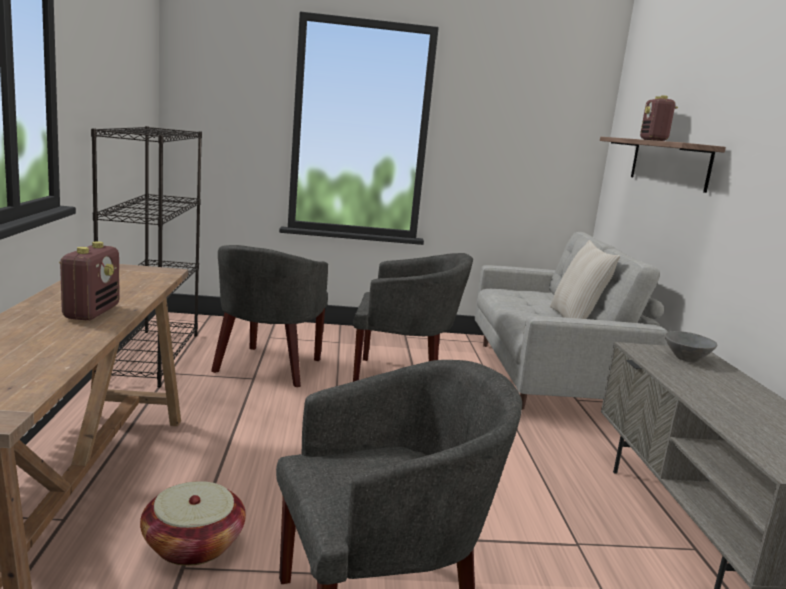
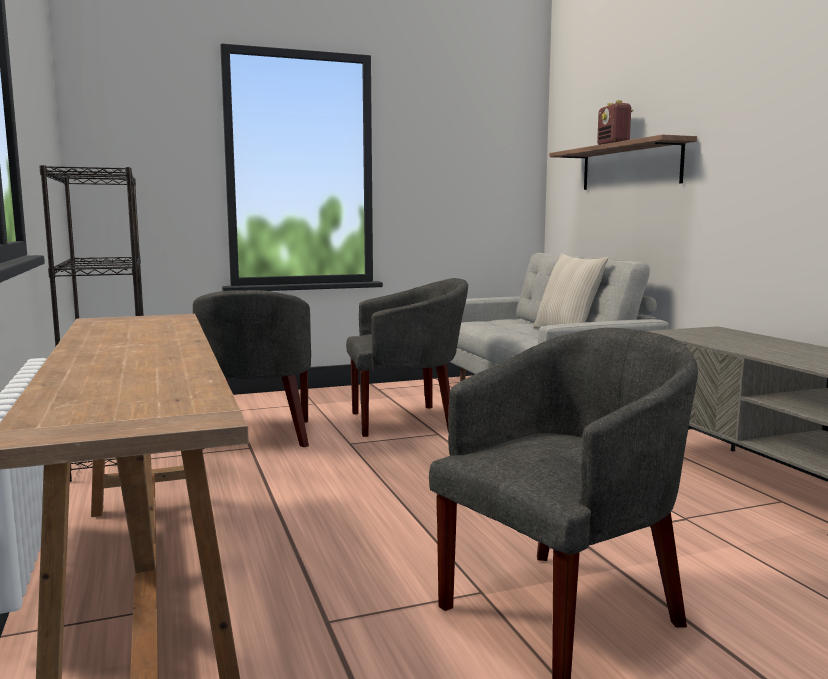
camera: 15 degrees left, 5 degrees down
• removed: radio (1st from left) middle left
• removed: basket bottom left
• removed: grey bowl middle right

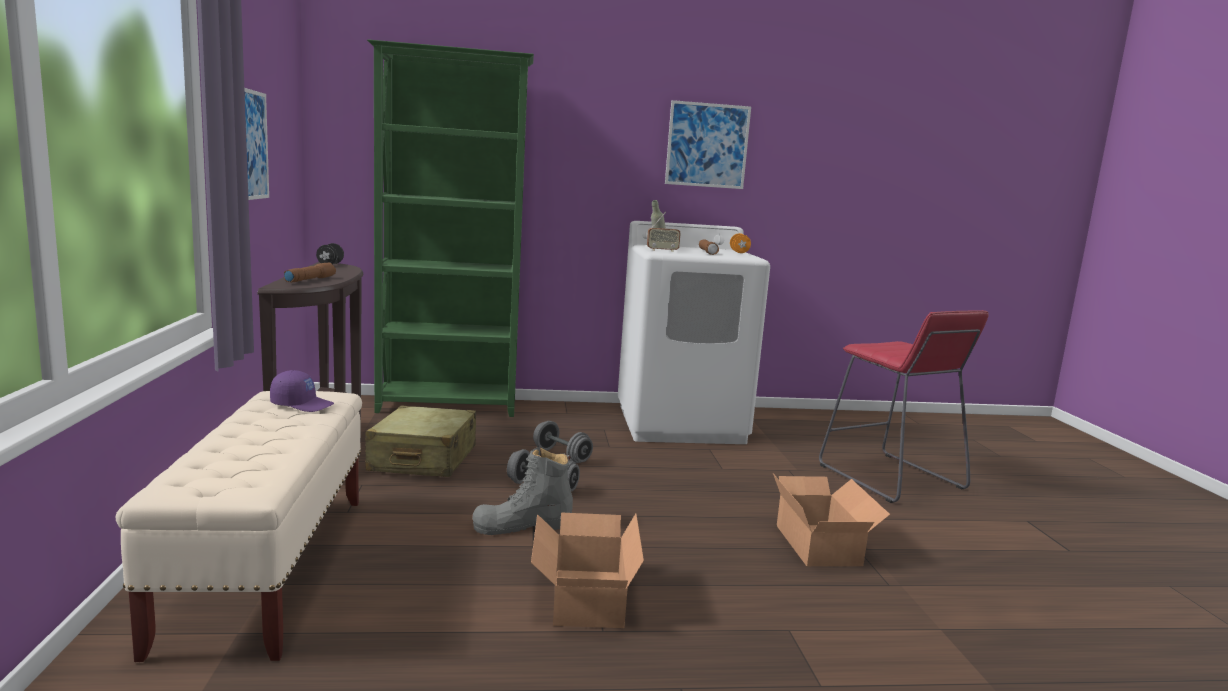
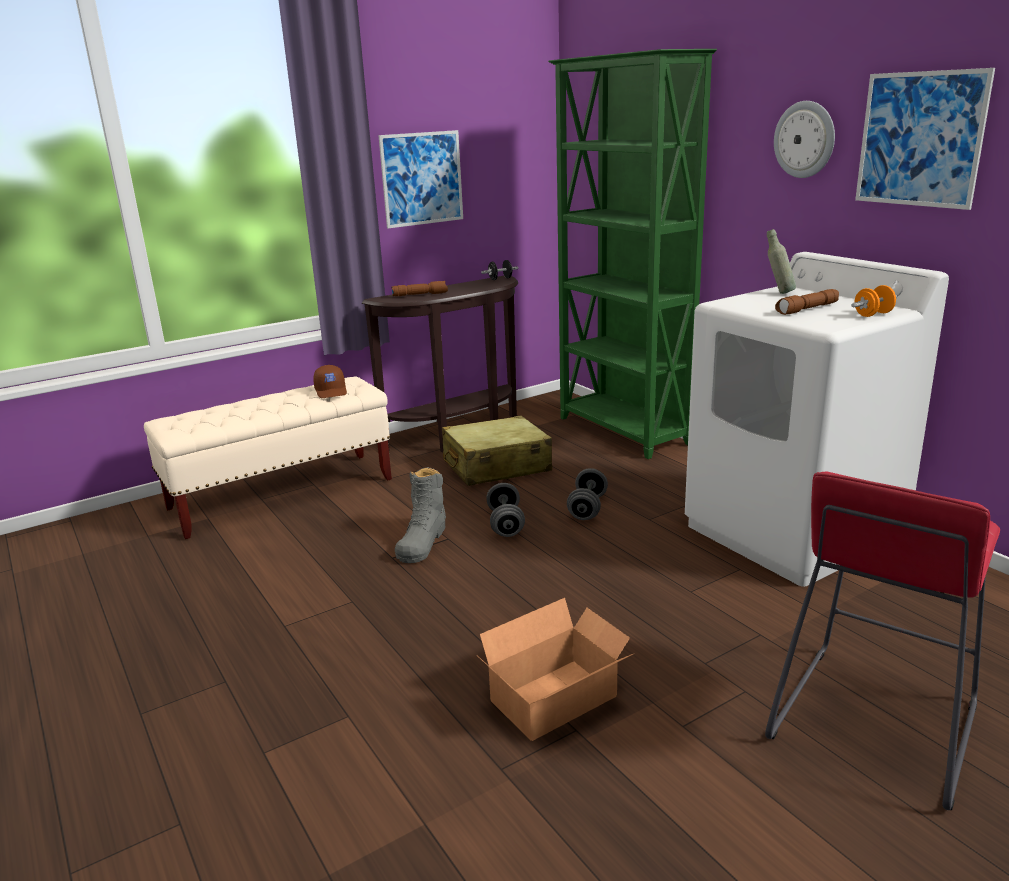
camera: 65 degrees right, 10 degrees up
• removed: cardboard box (1st from left) bottom centre
• removed: radio centre
• added: wall clock top right
• recoloured: purple cap middle left to brown cap middle left
• turned: grey boot bottom centre = centre 120 degrees counterclockwise

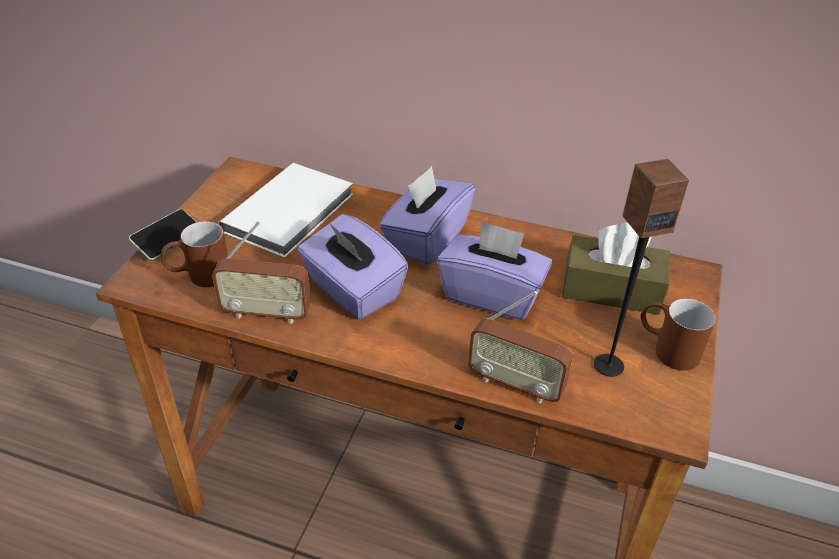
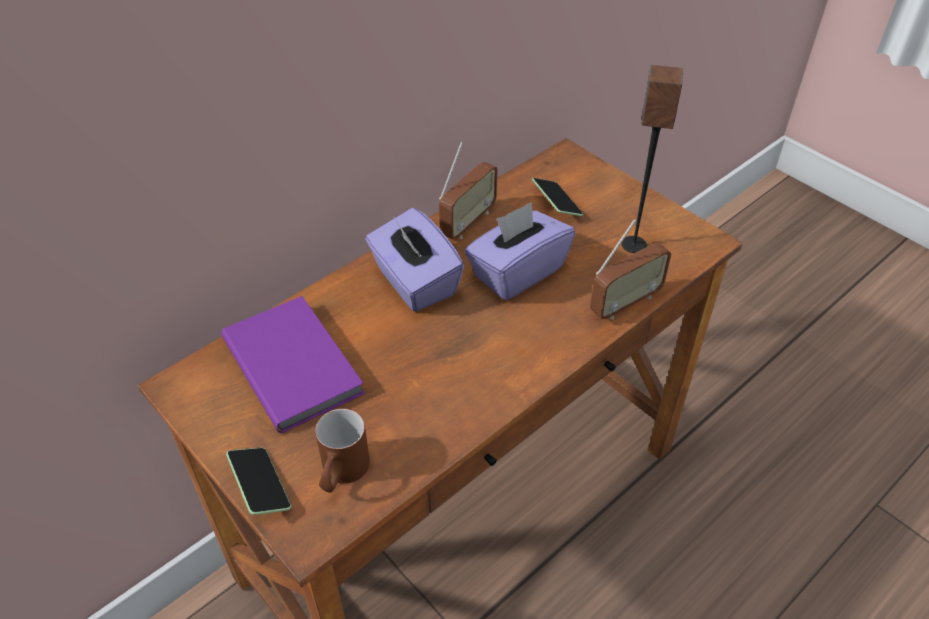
camera: 60 degrees left, 5 degrees up
• removed: purple tissue box (1st from left) centre
• removed: brown mug (2nd from left) middle right
• moved: radio (1st from left) middle left to top centre
• replaced: brown tissue box middle right to phone (2nd from left) top centre
• recoloured: white book centre to purple book middle left

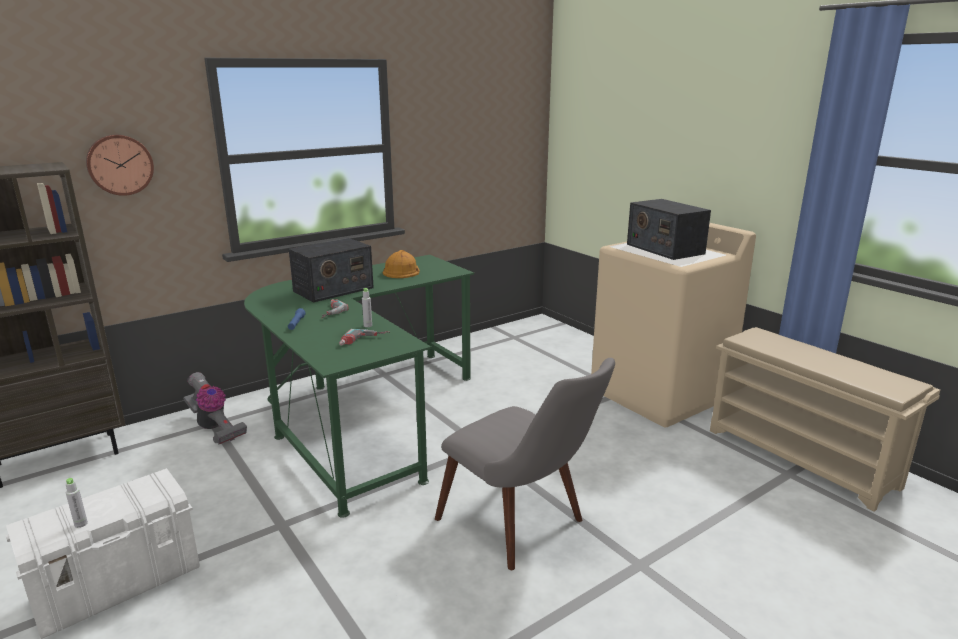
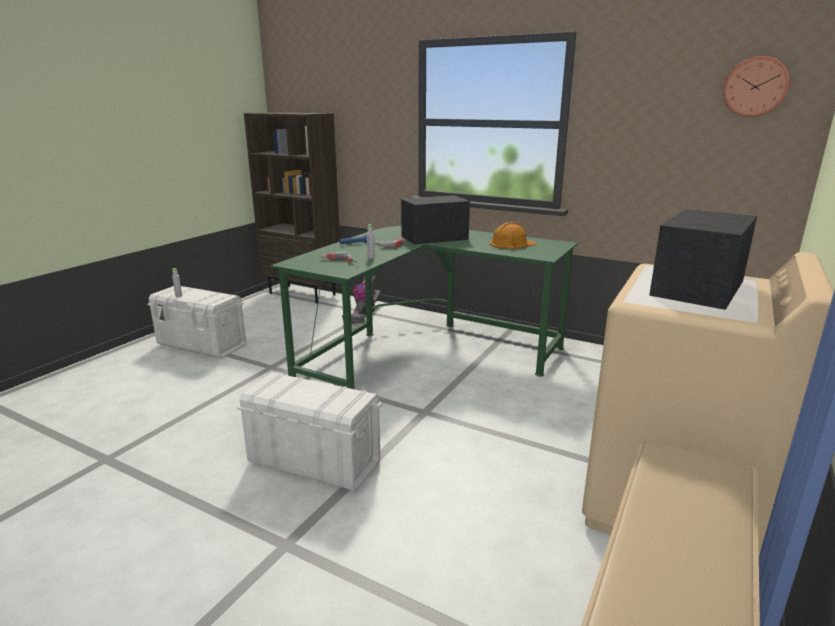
camera: 65 degrees right, 0 degrees up
• moved: wall clock top left to top right
• replaced: grey chair bottom centre to white storage box (2nd from left) bottom centre
• turned: radio (1st from left) centre = centre 135 degrees clockwise

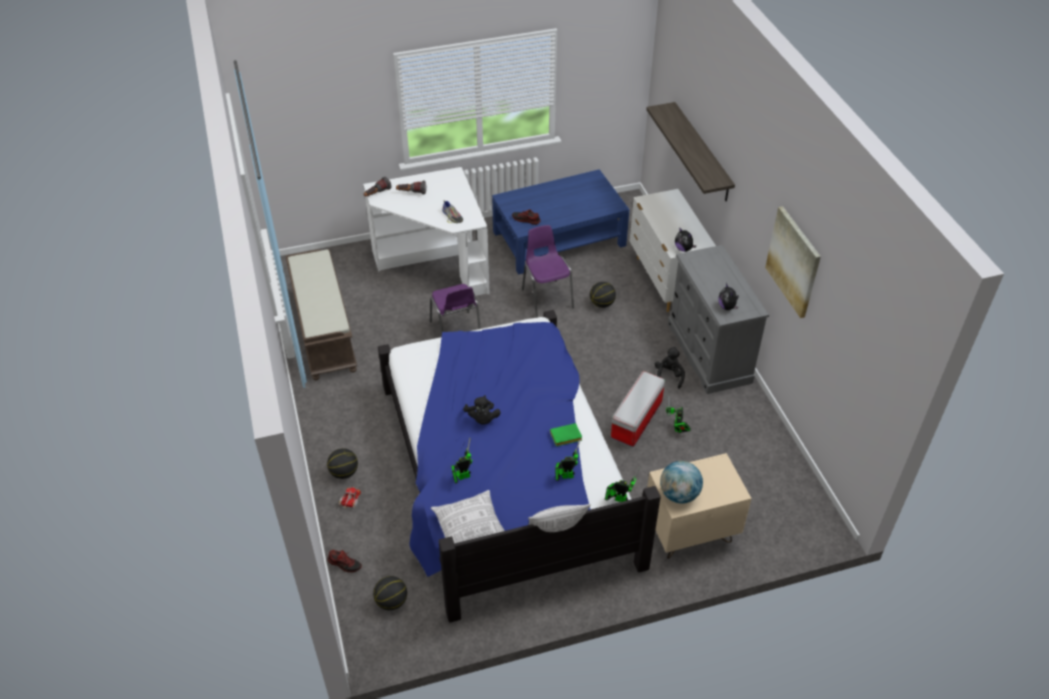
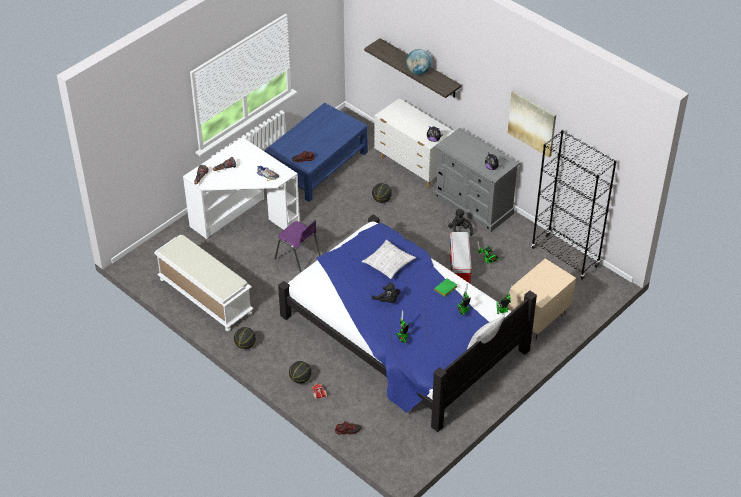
camera: 30 degrees left, 0 degrees up
• removed: purple chair (2nd from left) centre
• added: black bookcase middle right
• moved: basketball (2nd from left in the first image) bottom centre to basketball (1st from left) bottom left
• moved: pillow (1st from left) bottom centre to centre
• moved: globe bottom centre to top centre
• recoloured: brown bench middle left to white bench middle left

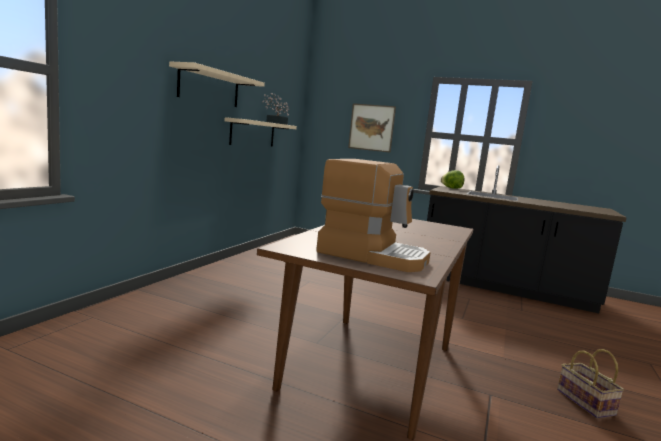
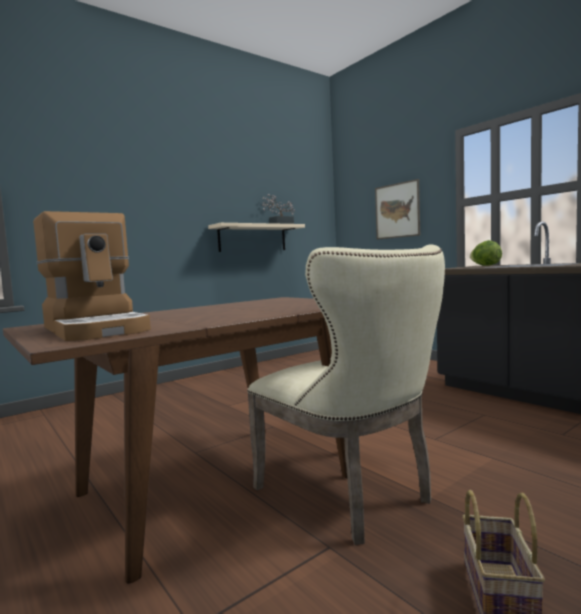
camera: 30 degrees right, 5 degrees down
• removed: beige shelf (1st from left) top left
• added: beige chair centre

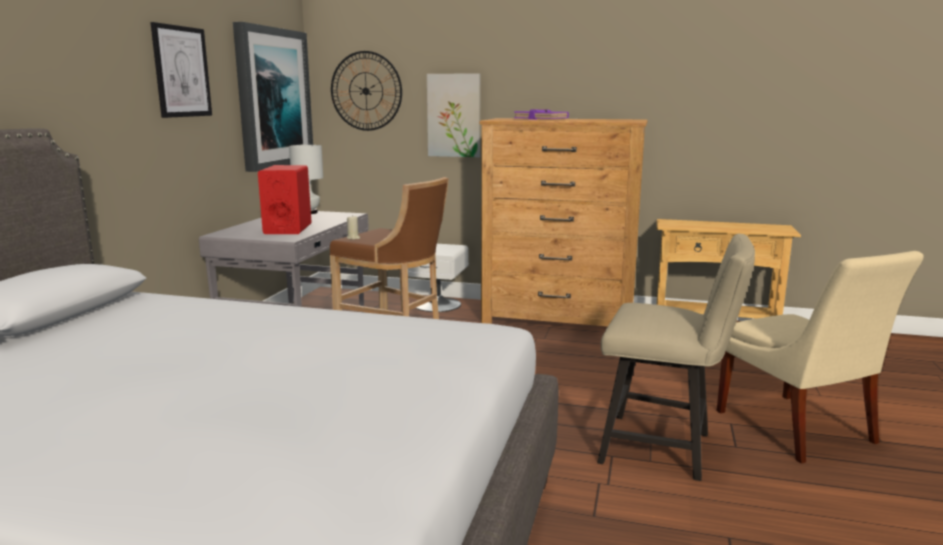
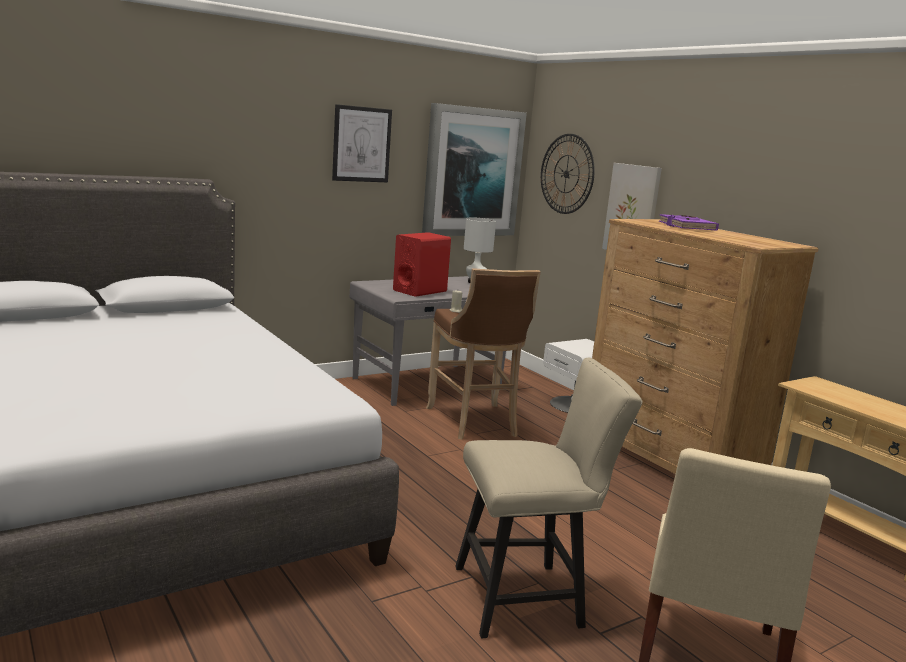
camera: 40 degrees right, 0 degrees up
• turned: beige chair (1st from left) middle right = bottom centre 75 degrees counterclockwise

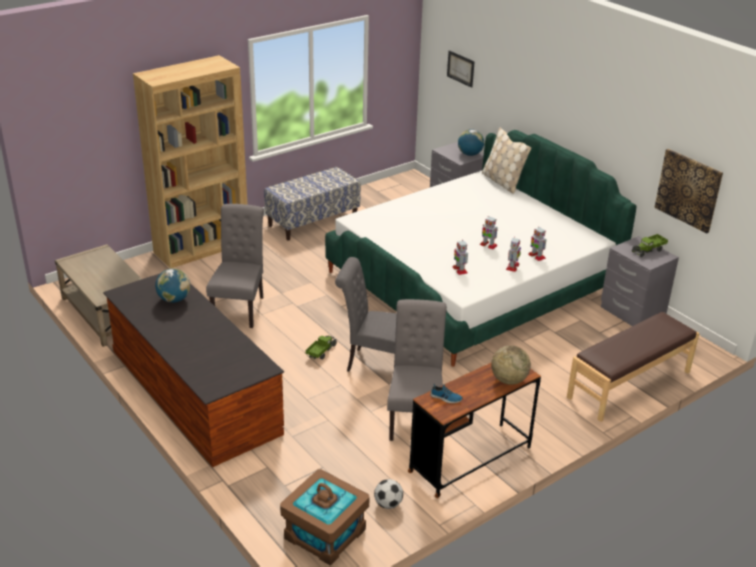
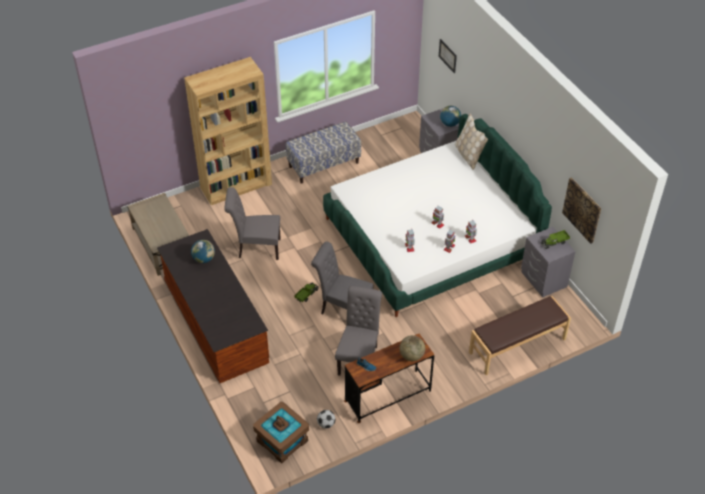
camera: 10 degrees right, 15 degrees up
• turned: grey chair (1st from left) middle left = centre 105 degrees counterclockwise

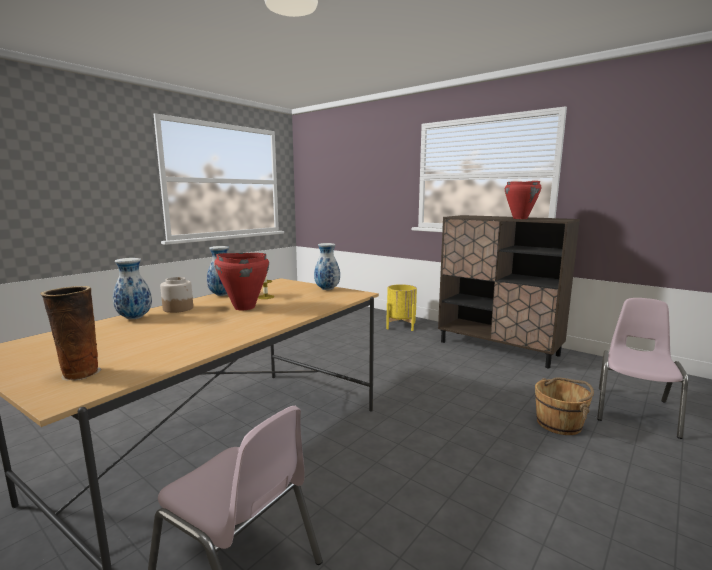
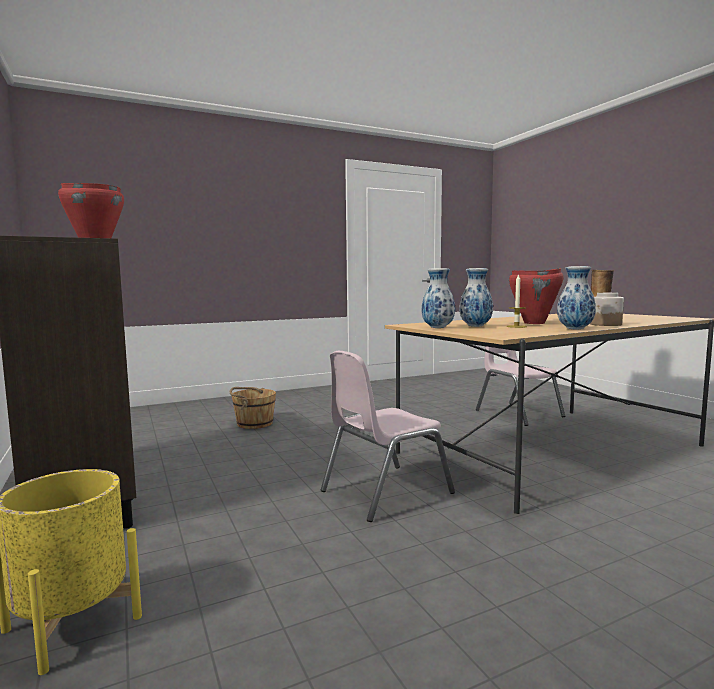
camera: 155 degrees left, 5 degrees down
• moved: vase (2nd from left) middle left to middle right
• moved: pink chair (2nd from left in the first image) middle right to pink chair (1st from left) centre

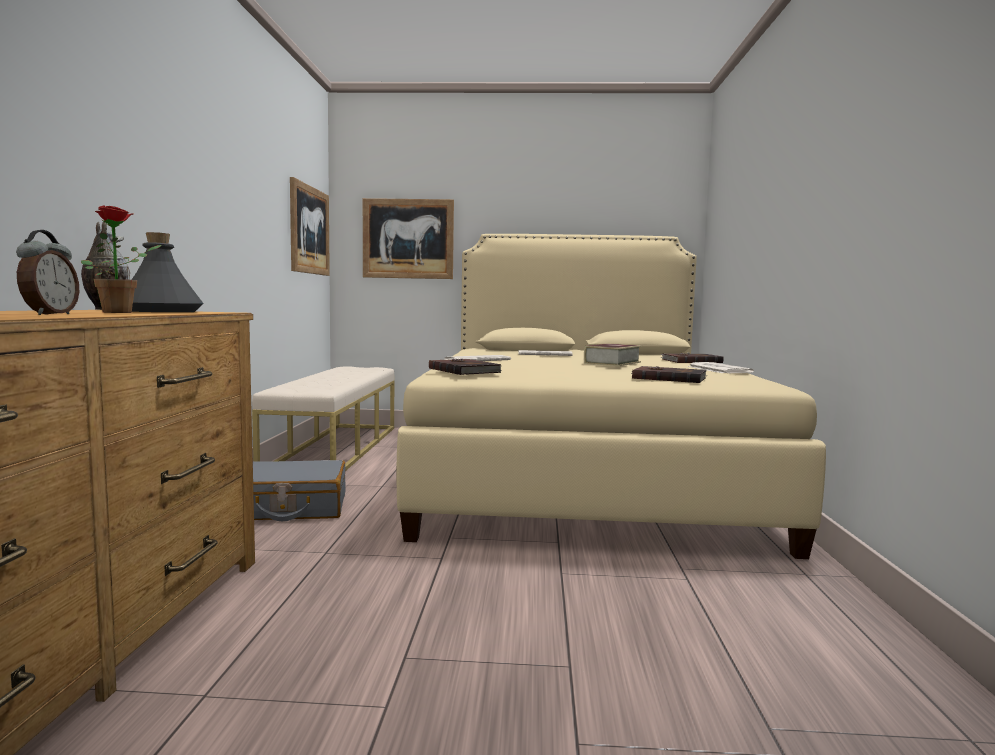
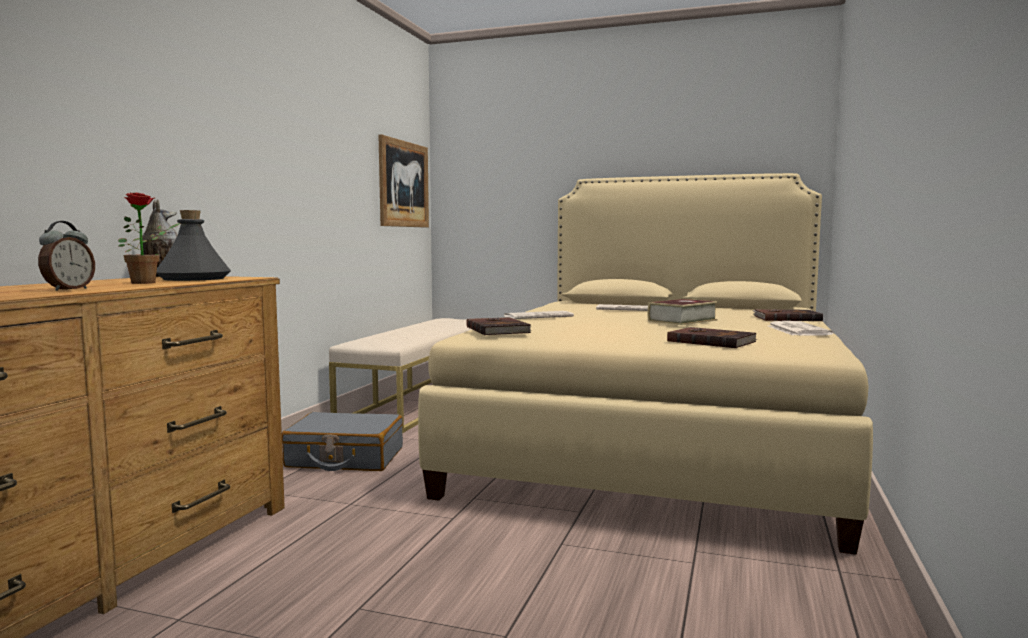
camera: 15 degrees right, 0 degrees up
• removed: picture (2nd from left) top centre

